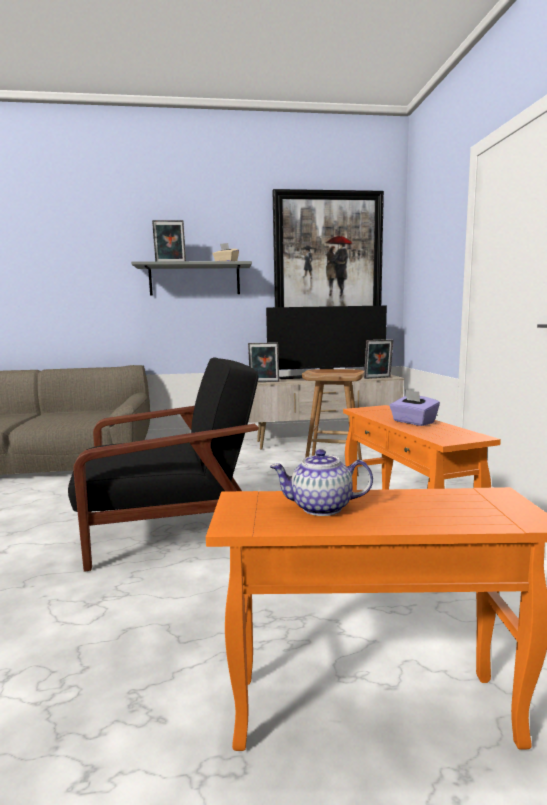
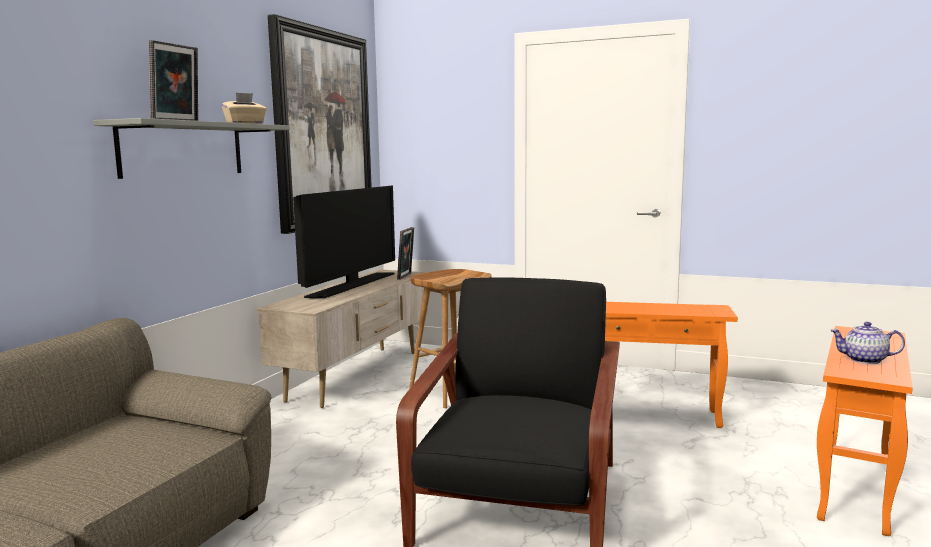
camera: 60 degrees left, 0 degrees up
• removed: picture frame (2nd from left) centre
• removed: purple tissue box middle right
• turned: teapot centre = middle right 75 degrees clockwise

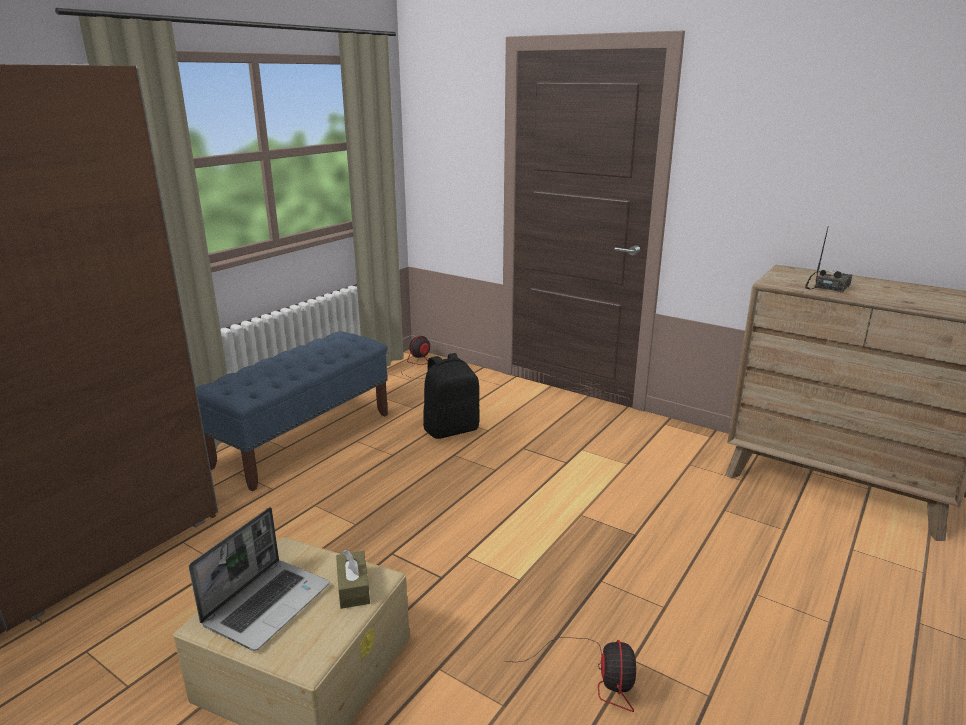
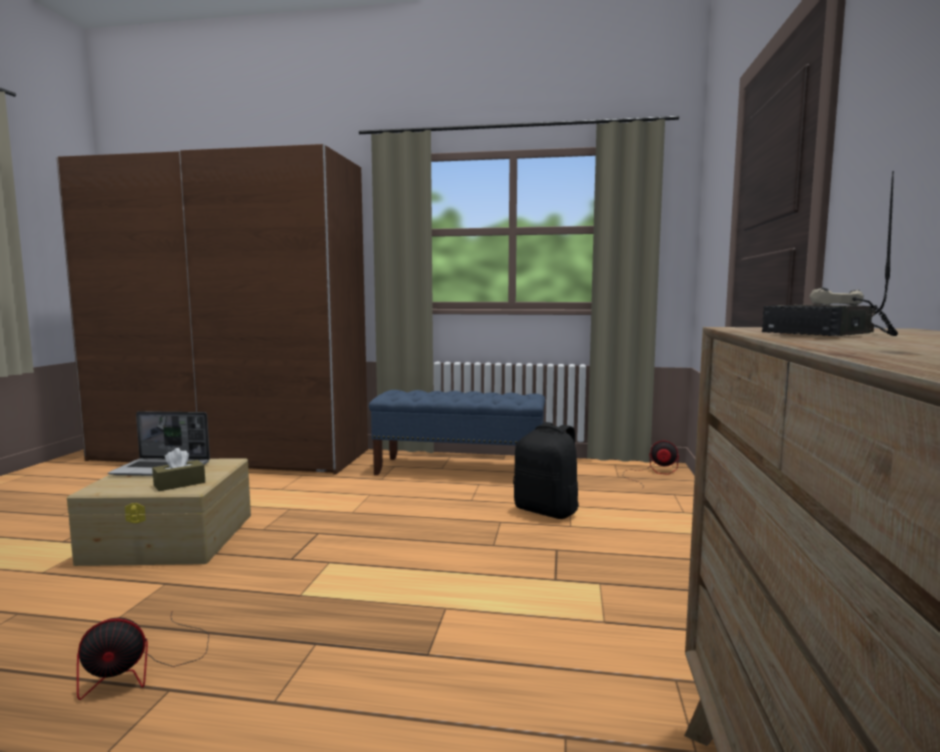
camera: 65 degrees right, 15 degrees down
• turned: radio middle right = middle right 135 degrees clockwise

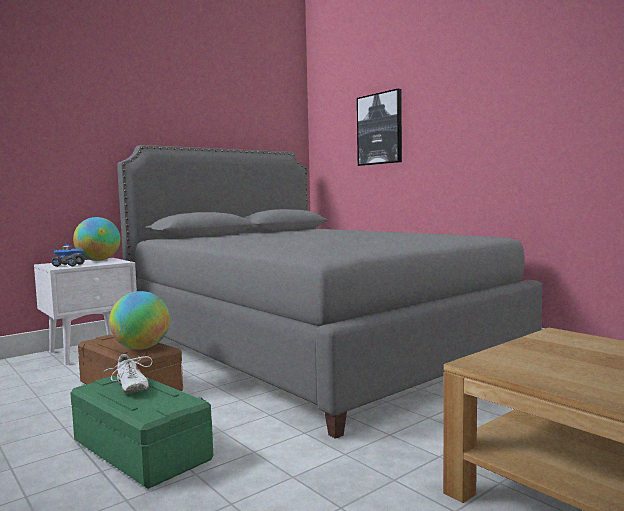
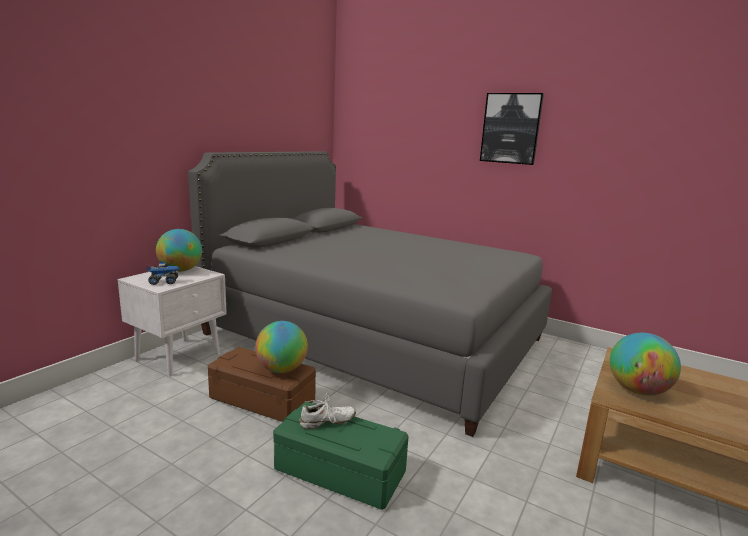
camera: 20 degrees left, 10 degrees up
• added: globe (3rd from left) bottom right
• moved: picture top centre to top right
• turned: white shoe bottom left = bottom centre 60 degrees counterclockwise

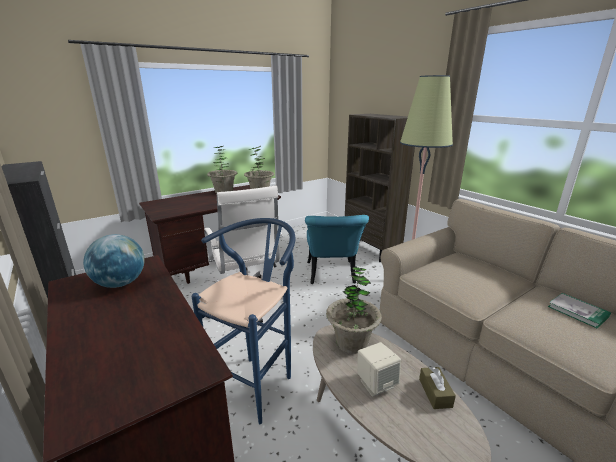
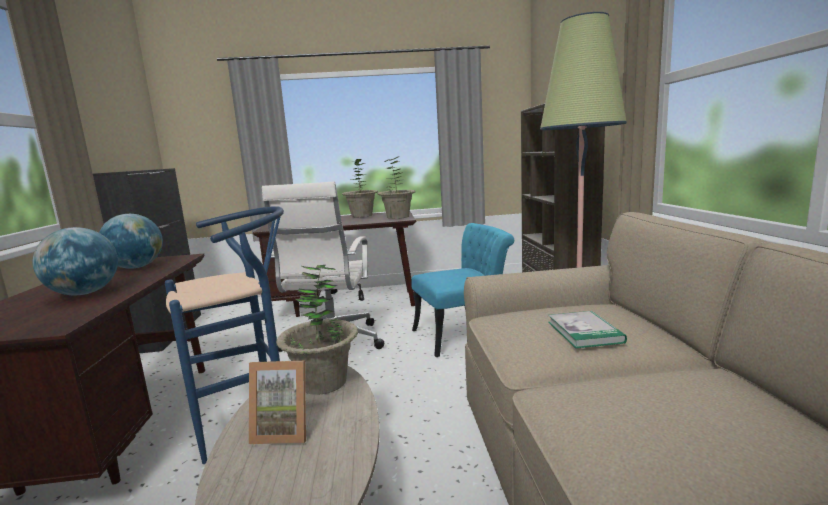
camera: 30 degrees right, 10 degrees down
• removed: brown tissue box bottom right
• added: globe (1st from left) middle left
• moved: book bottom right to middle right
• replaced: beige speaker bottom centre to picture frame bottom centre
• turned: turquoise chair centre = centre 135 degrees counterclockwise

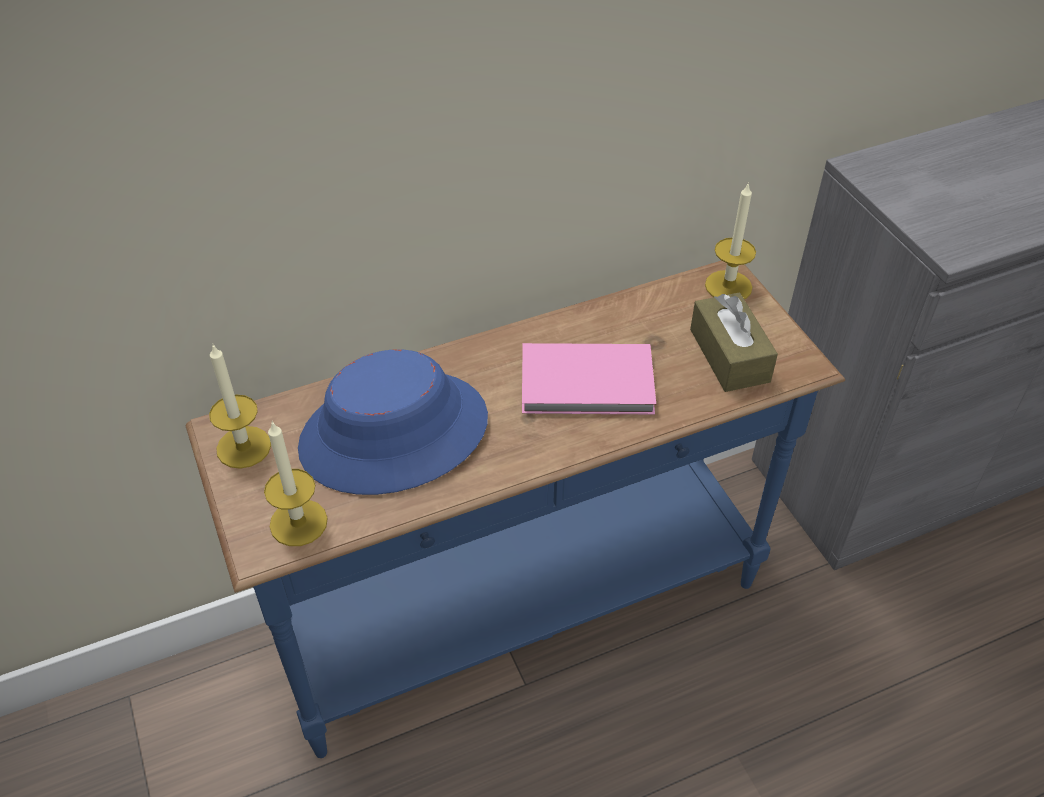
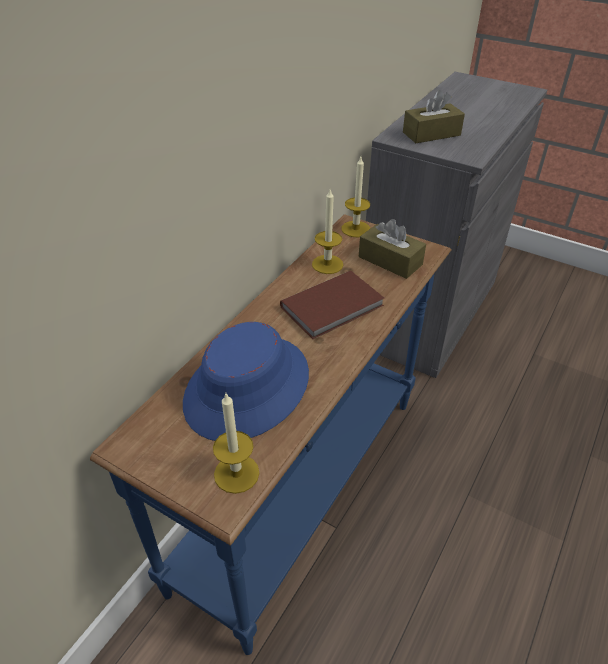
camera: 35 degrees left, 5 degrees down
• added: brown tissue box (2nd from left) top right
• moved: candle (1st from left in the first image) middle left to candle (2nd from left) centre
• recoloured: pink book centre to brown book centre

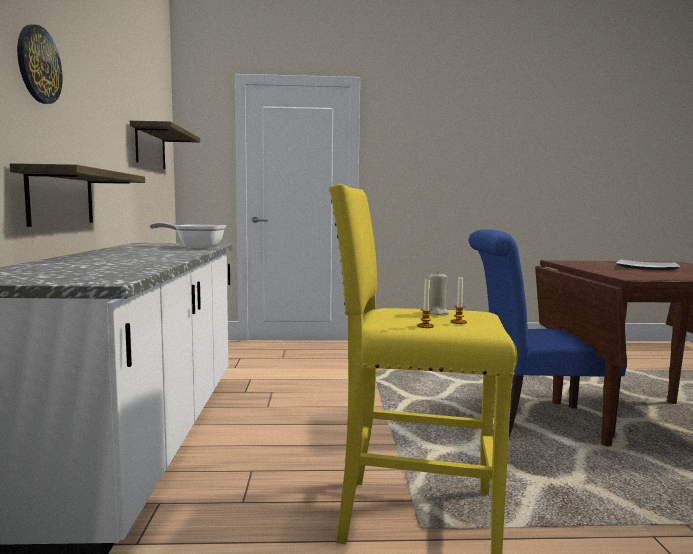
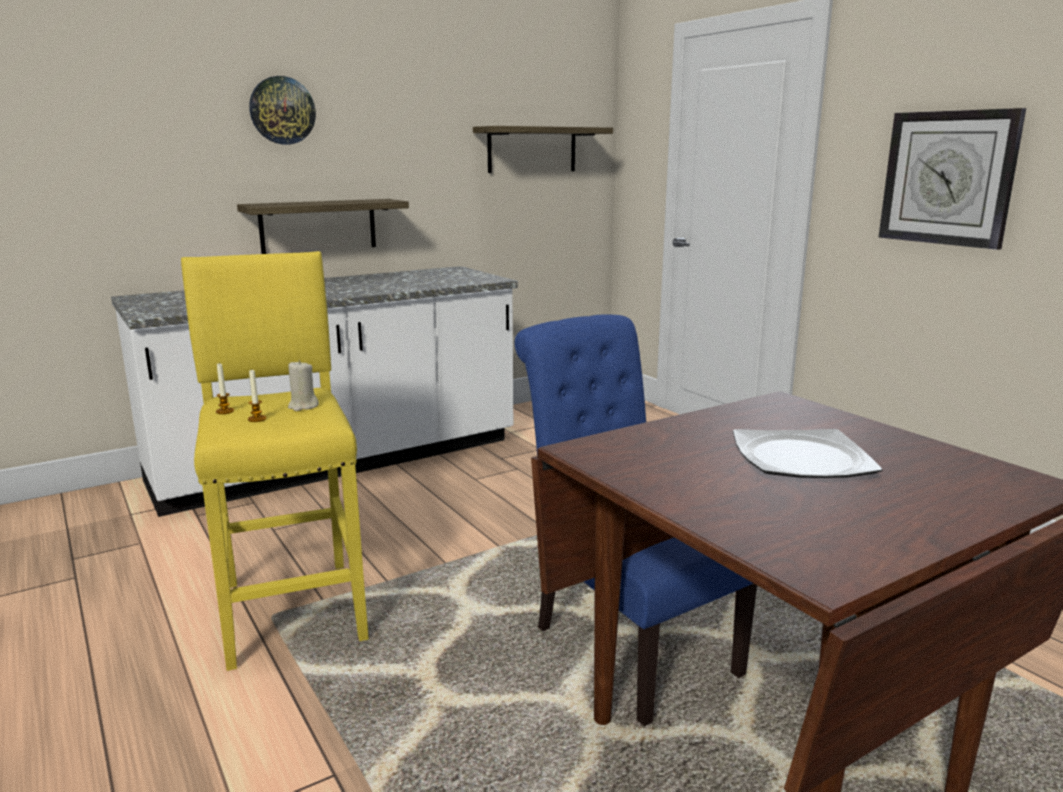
camera: 60 degrees right, 10 degrees up
• removed: frying pan middle left
• added: wall clock (2nd from left) top right

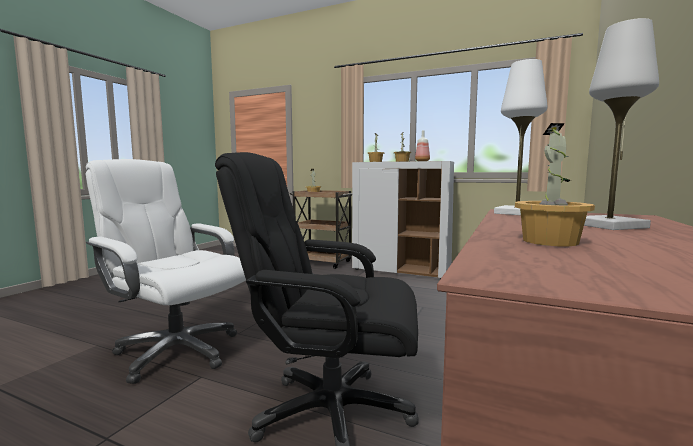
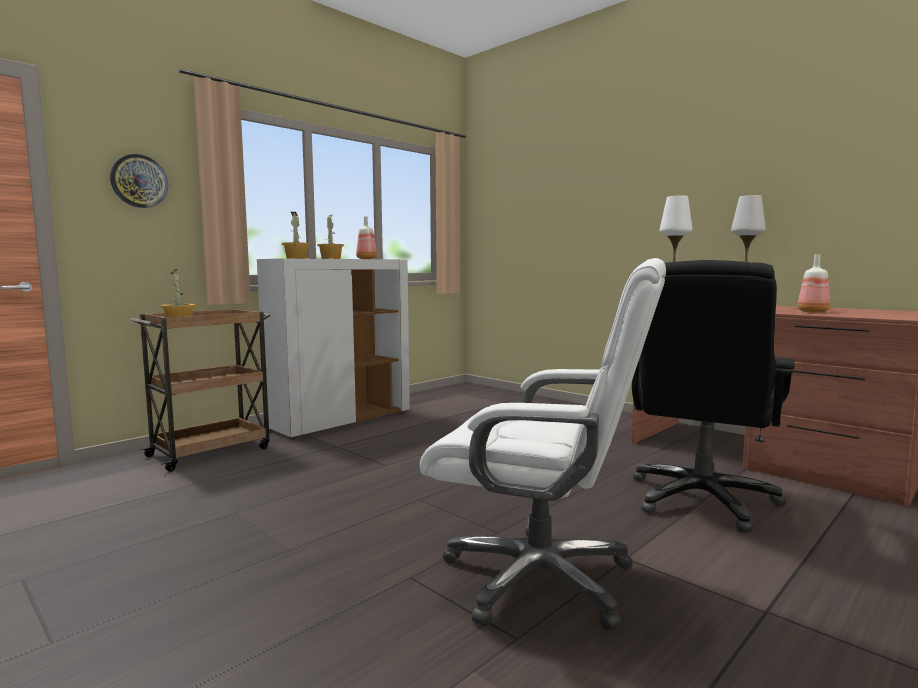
camera: 70 degrees left, 0 degrees up
• added: wall clock top left
• replaced: potted plant (4th from left) middle right to bottle (2nd from left) middle right
• turned: white office chair middle left = centre 120 degrees counterclockwise

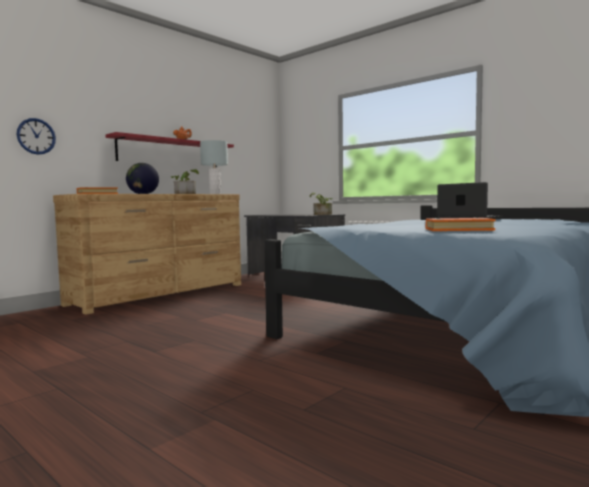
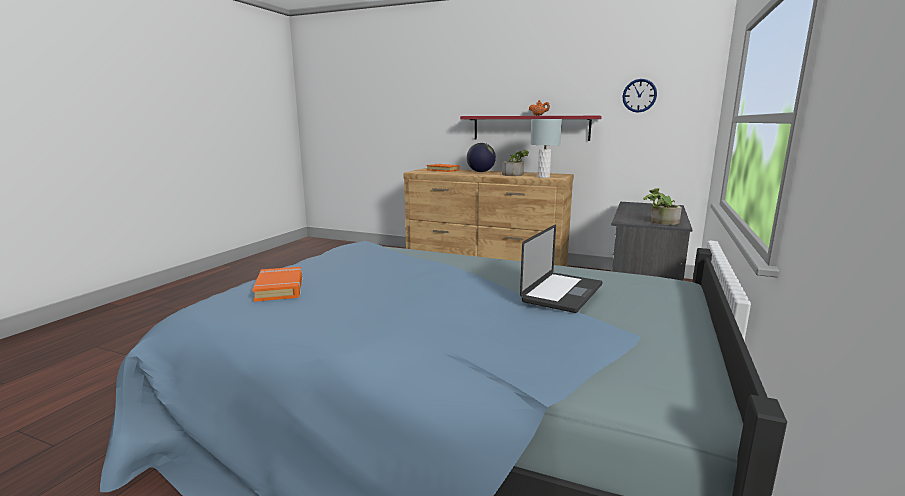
camera: 70 degrees right, 10 degrees up
• moved: wall clock top left to top right

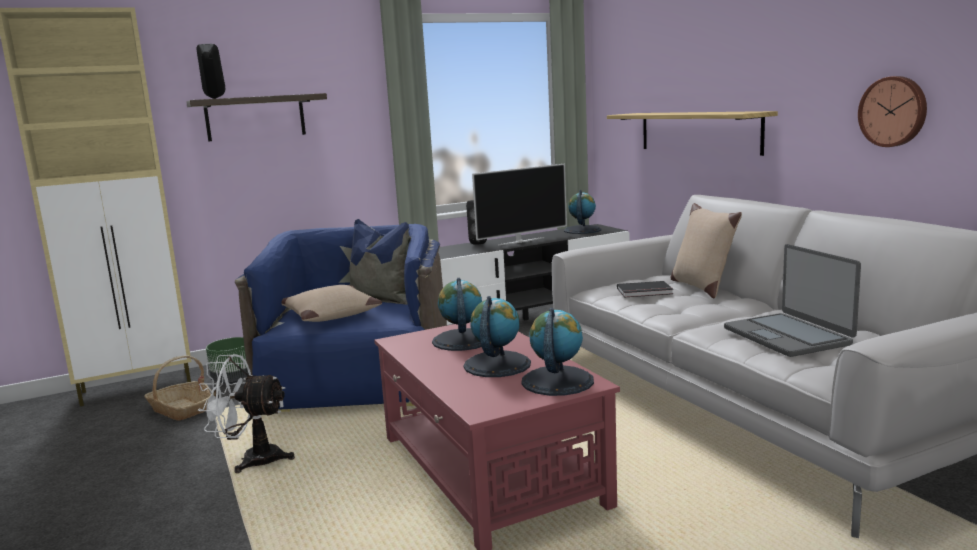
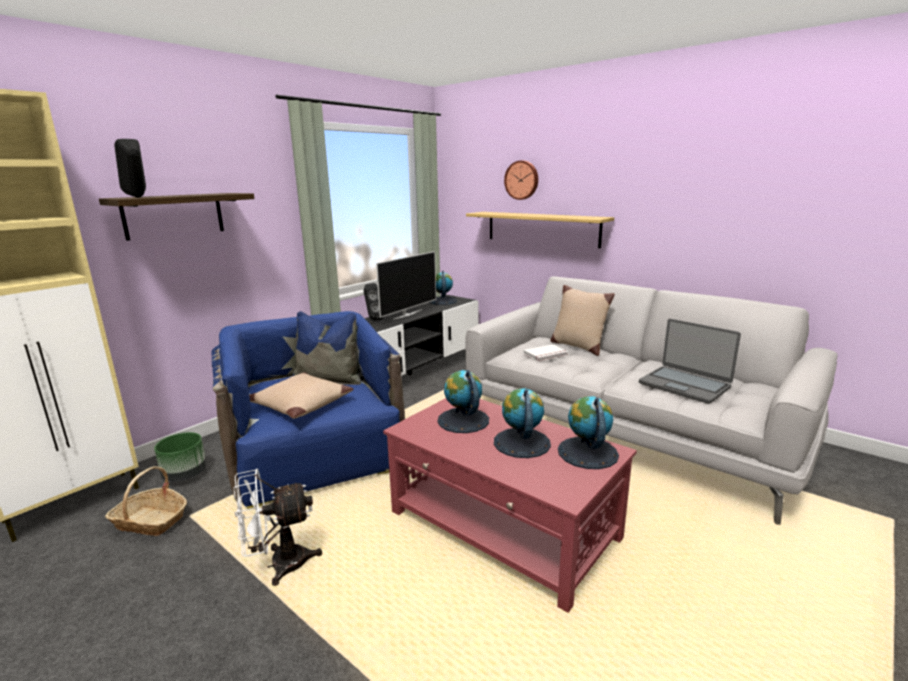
camera: 25 degrees left, 5 degrees up
• moved: wall clock top right to top centre
• recoloured: black book centre to white book centre

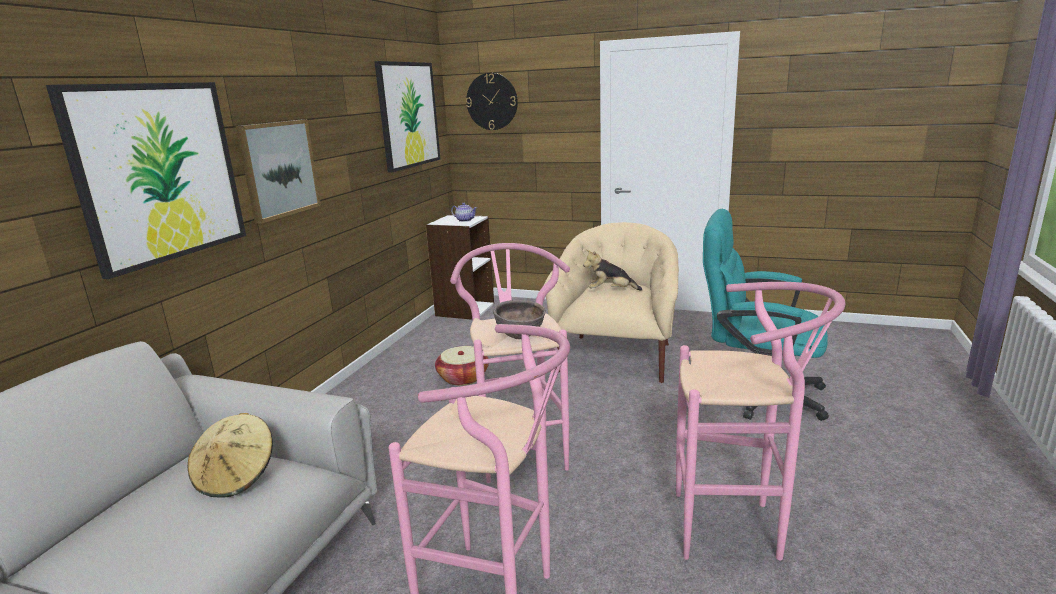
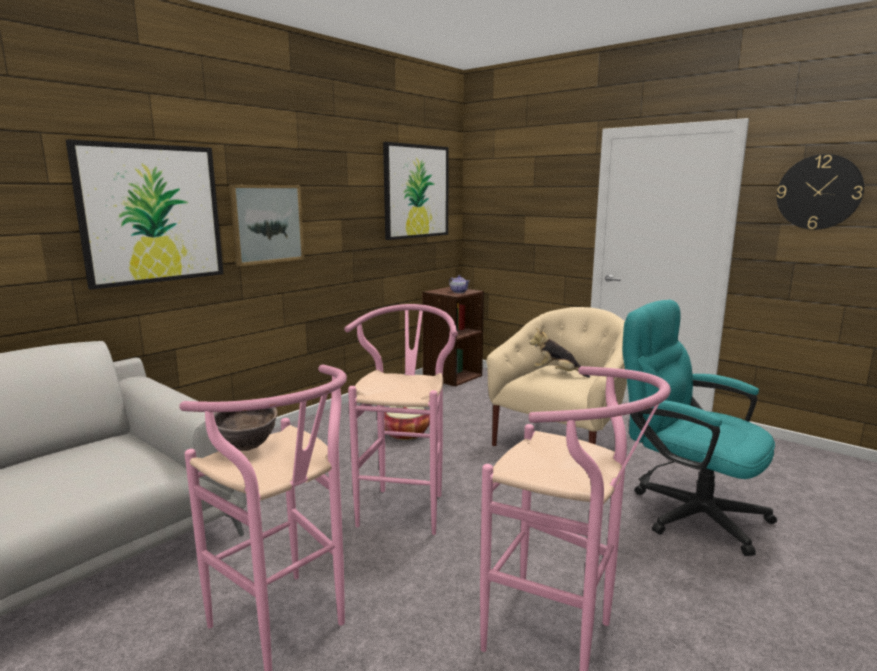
camera: 20 degrees right, 5 degrees down
• removed: beige hat bottom left
• moved: wall clock top centre to top right
• moved: brown bowl centre to middle left
• recoloured: white bookcase centre to brown bookcase centre

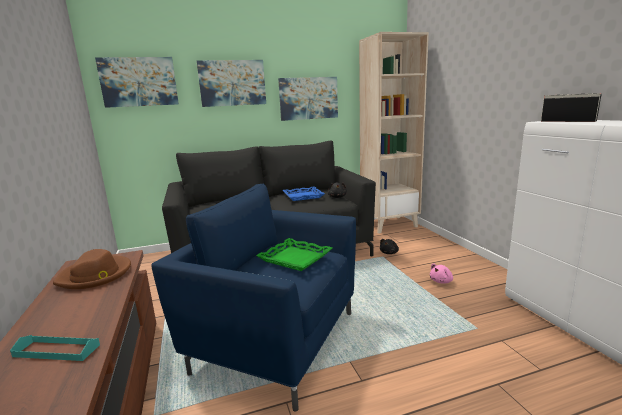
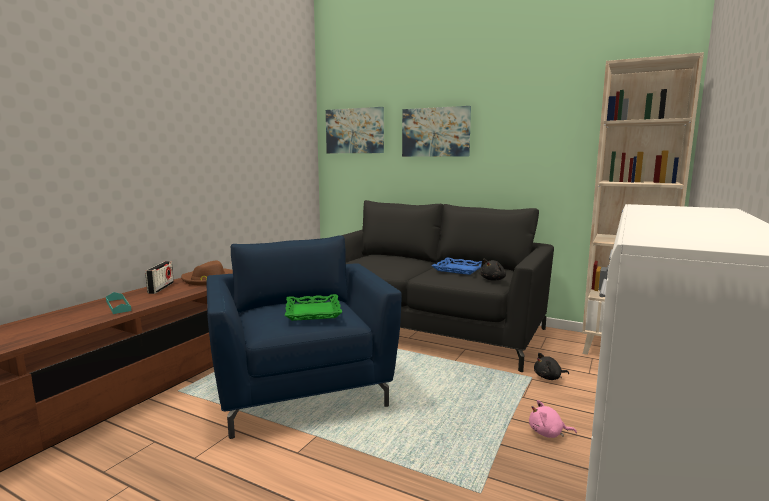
camera: 45 degrees right, 5 degrees down
• removed: picture (3rd from left) top centre
• moved: radio top right to middle left

